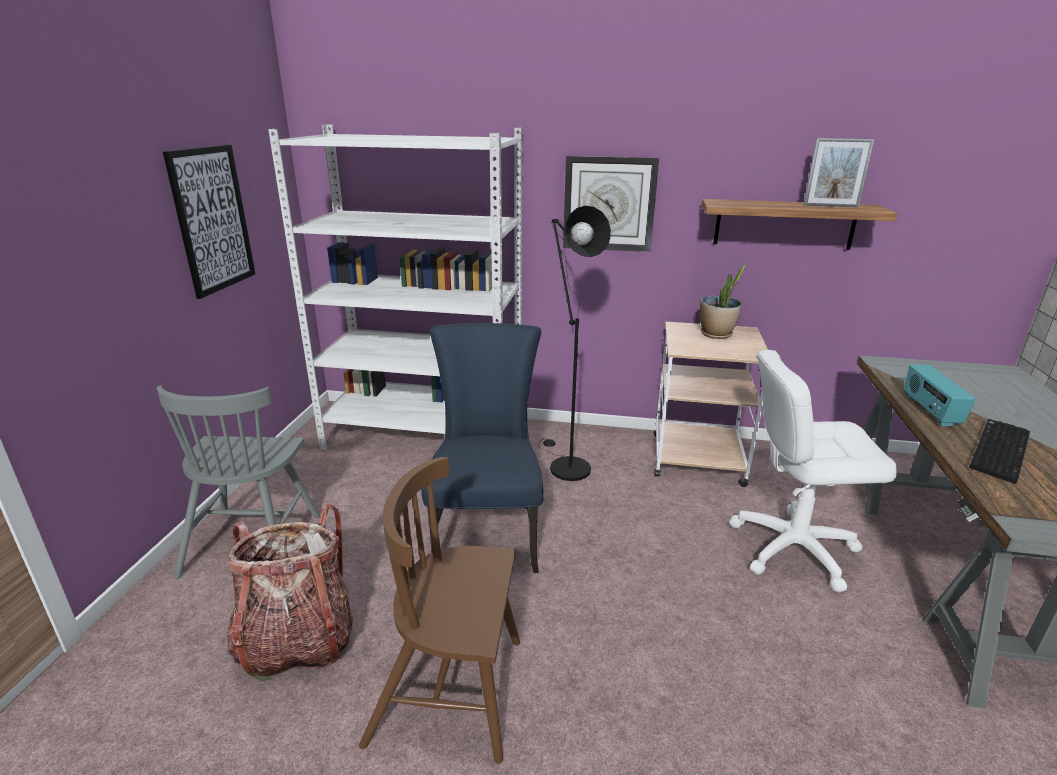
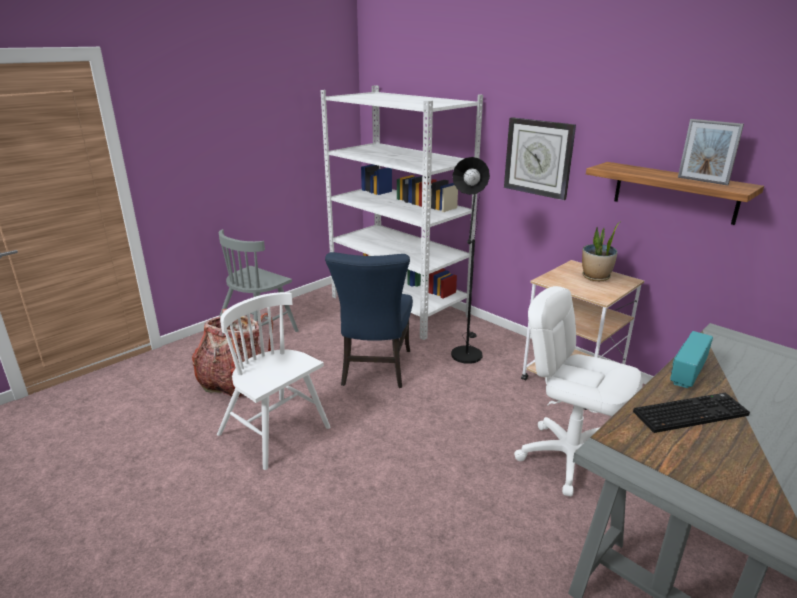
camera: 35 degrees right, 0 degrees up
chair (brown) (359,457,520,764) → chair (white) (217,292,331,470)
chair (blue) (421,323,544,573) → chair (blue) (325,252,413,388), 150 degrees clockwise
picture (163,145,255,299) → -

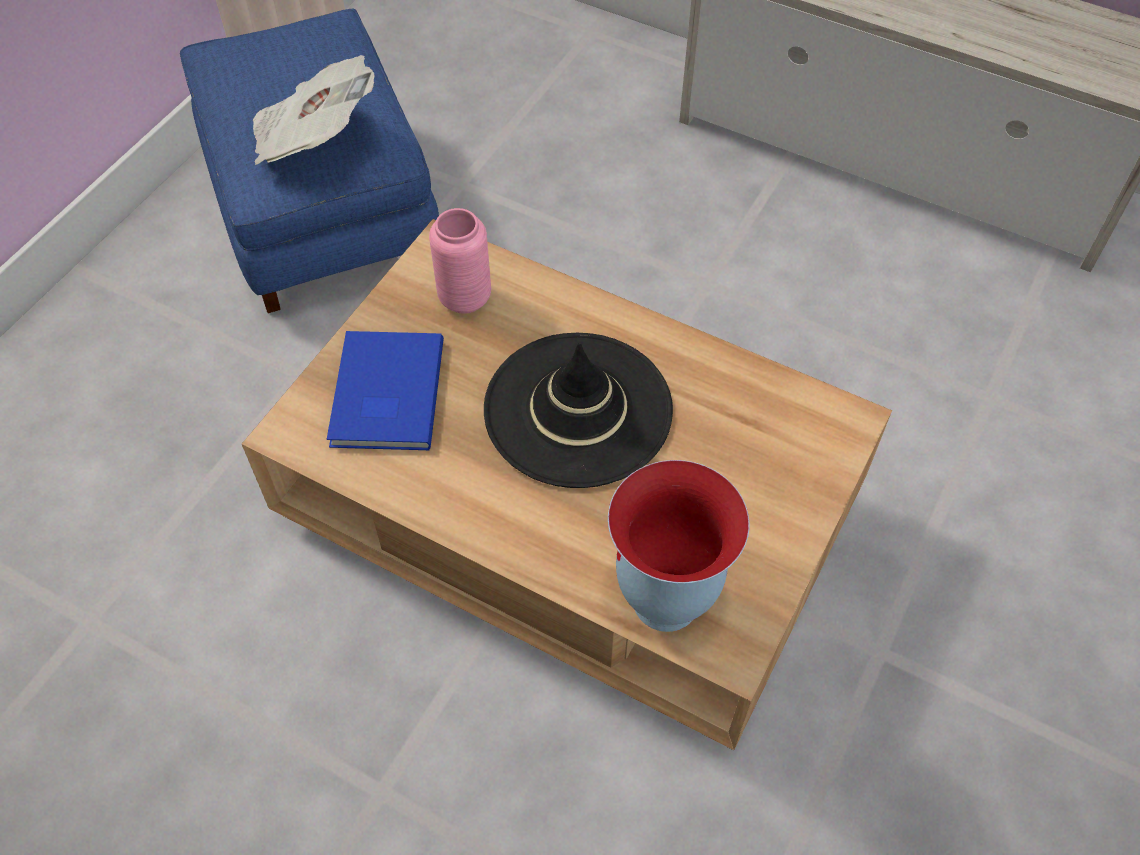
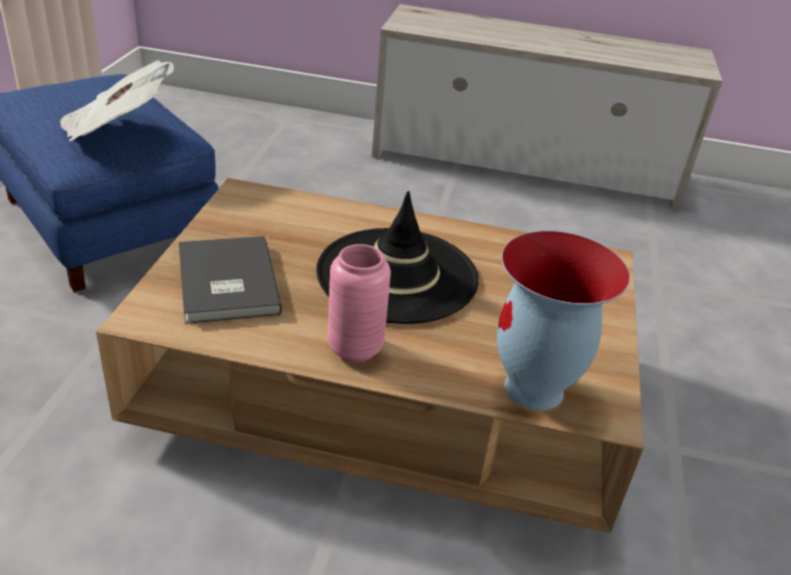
camera: 20 degrees left, 20 degrees down
book (blue) (327,331,444,450) → book (grey) (179,236,282,324)
vase (pink) (429,208,491,314) → vase (pink) (327,244,391,362), relocated

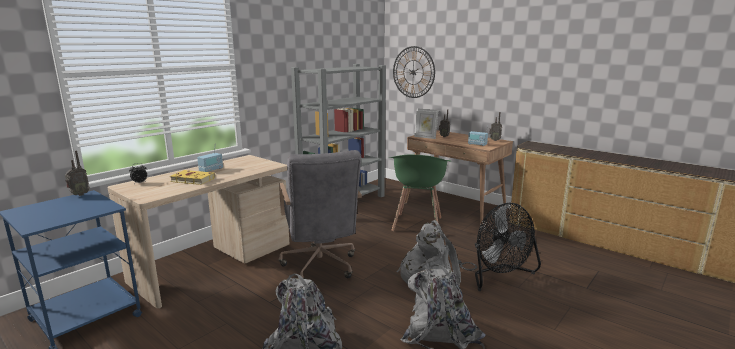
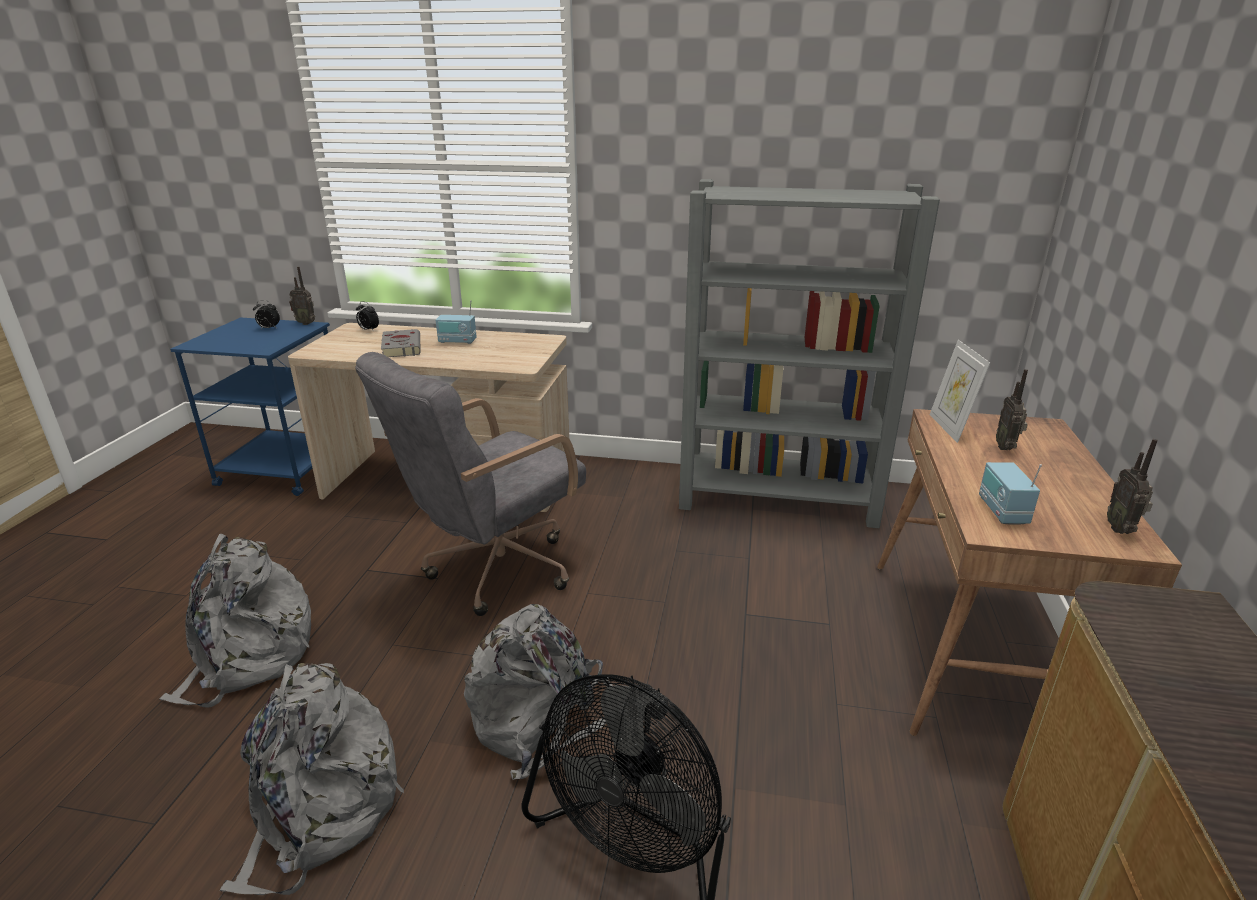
camera: 60 degrees right, 10 degrees up
- → alarm clock (253,300,280,329)
book (yellow) (170,170,215,185) → book (grey) (381,329,421,357)
chair (green) (390,155,452,231) → -
wall clock (393,46,435,98) → -

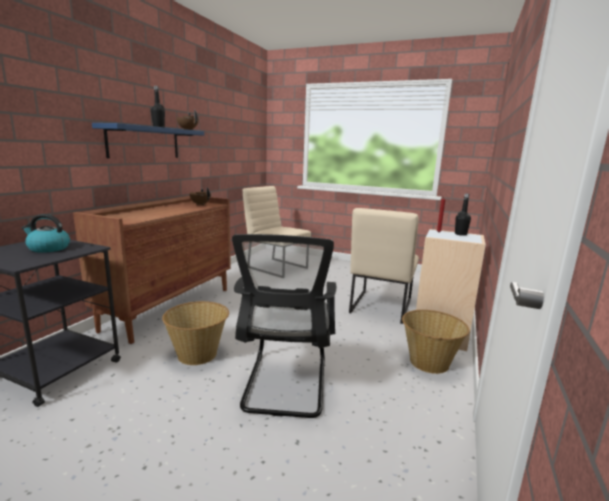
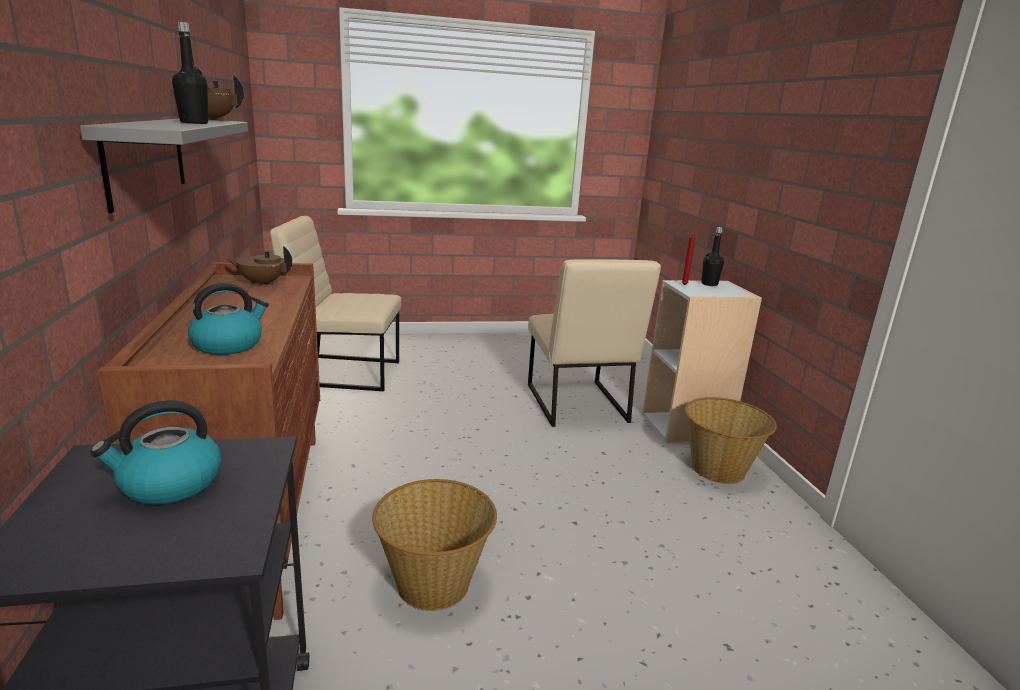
camera: 35 degrees left, 5 degrees up
shelf (blue) (92,123,204,158) → shelf (grey) (80,119,248,213)
- → kettle (188,283,269,355)
chair (232,234,336,418) → -

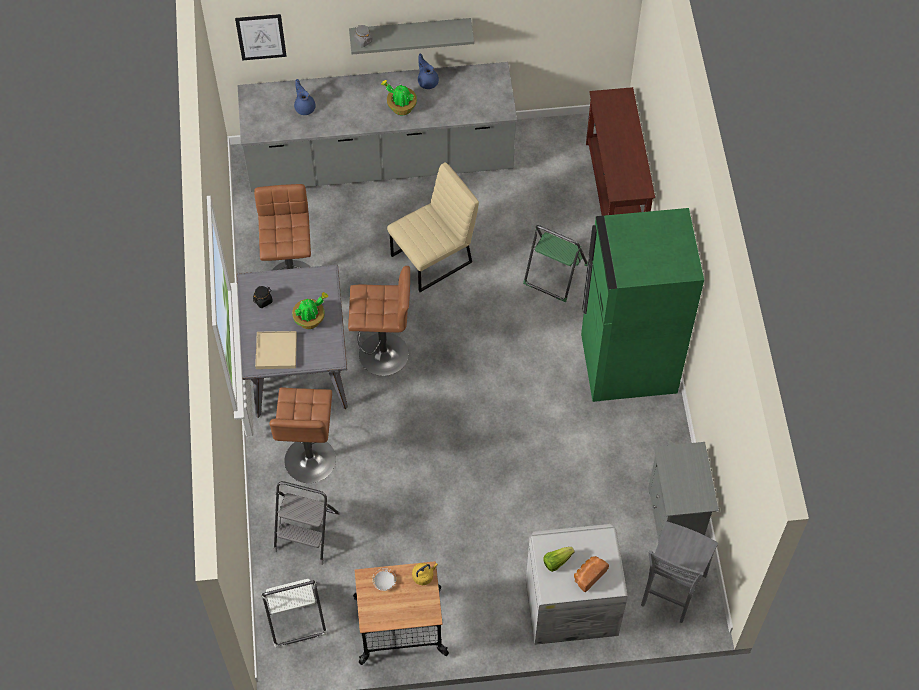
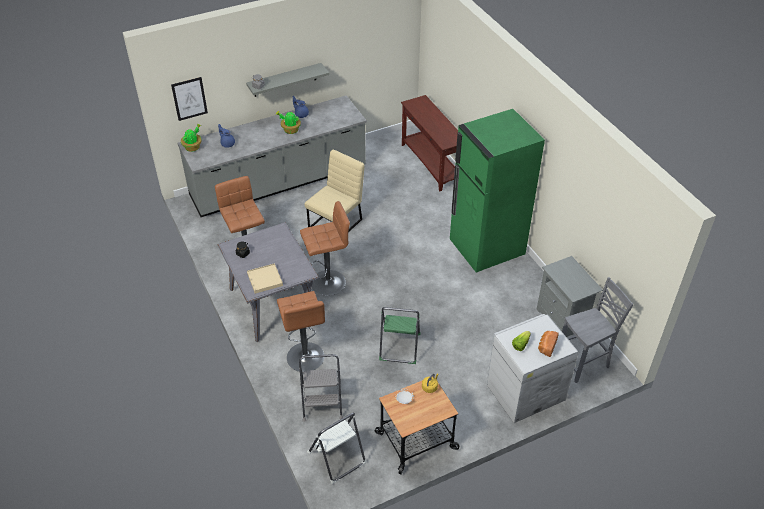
camera: 20 degrees left, 15 degrees down
potted plant (292,292,328,329) → potted plant (181,124,202,152), relocated
step ladder (green) (523,225,588,302) → step ladder (green) (379,307,421,364), relocated
chair (grey) (641,522,718,623) → chair (grey) (562,277,634,383), 120 degrees counterclockwise

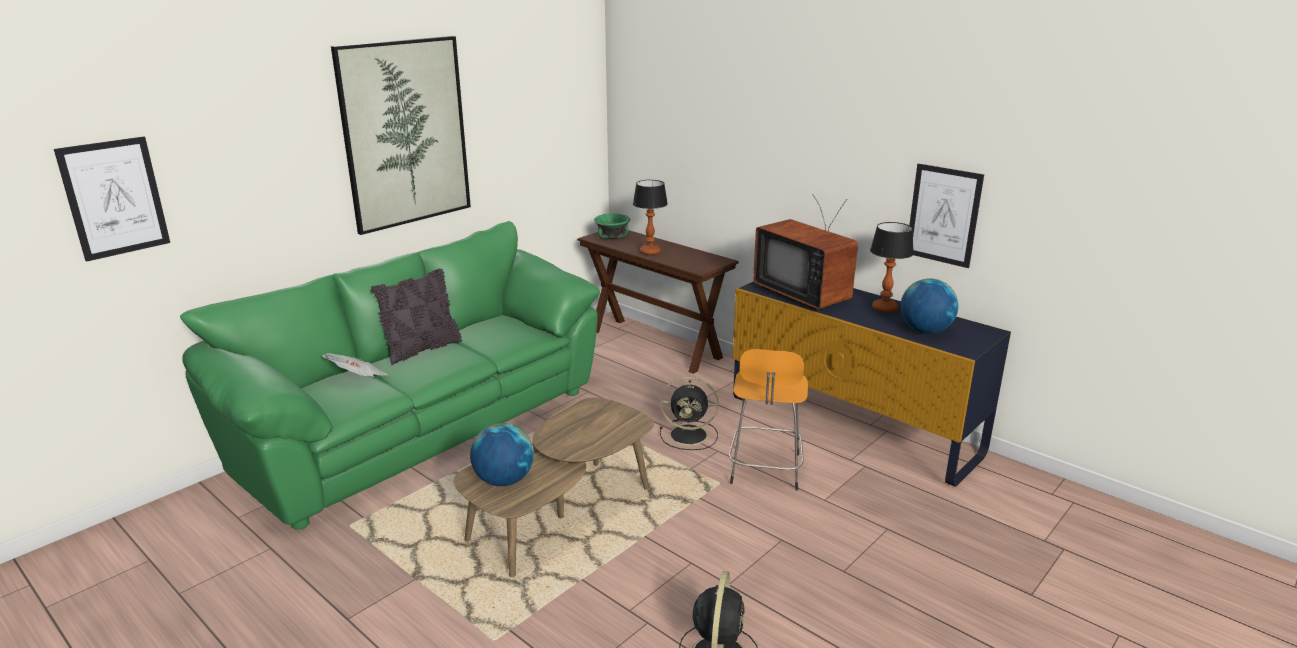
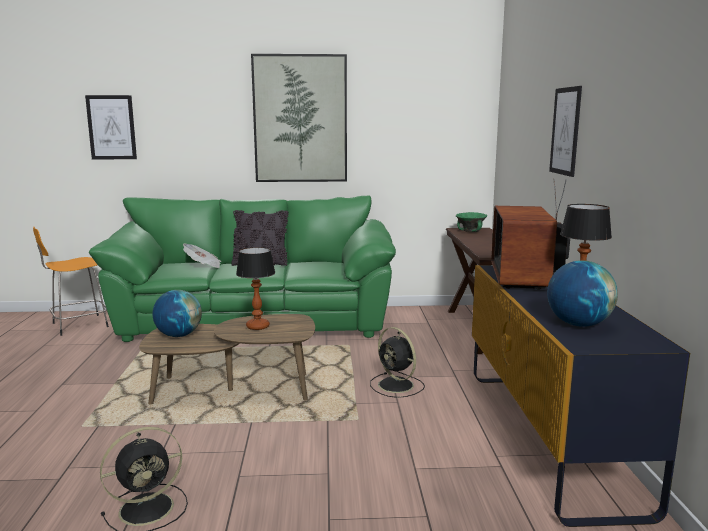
camera: 45 degrees right, 10 degrees down
stool (orange) (729,349,808,491) → stool (orange) (33,227,109,336), relocated
table lamp (633,180,668,255) → table lamp (236,247,275,330), relocated
picture (909,164,984,268) → picture (549,86,582,177), relocated

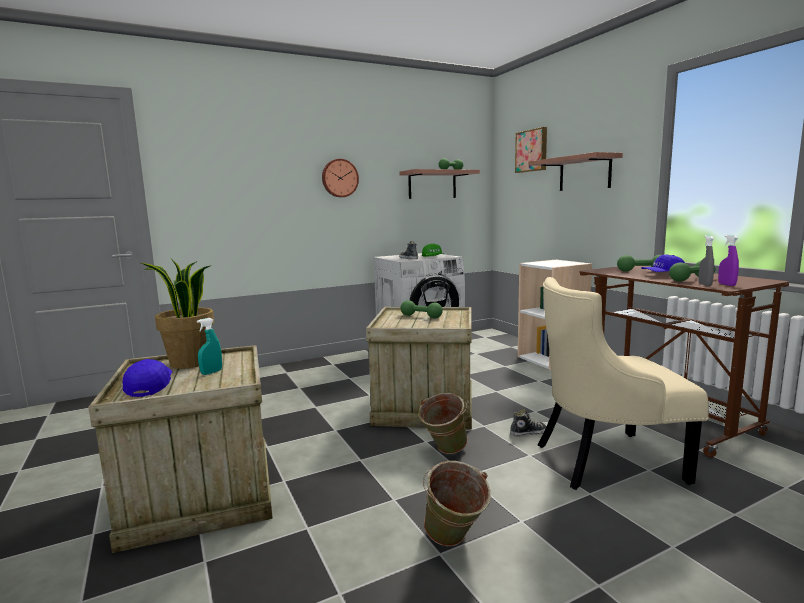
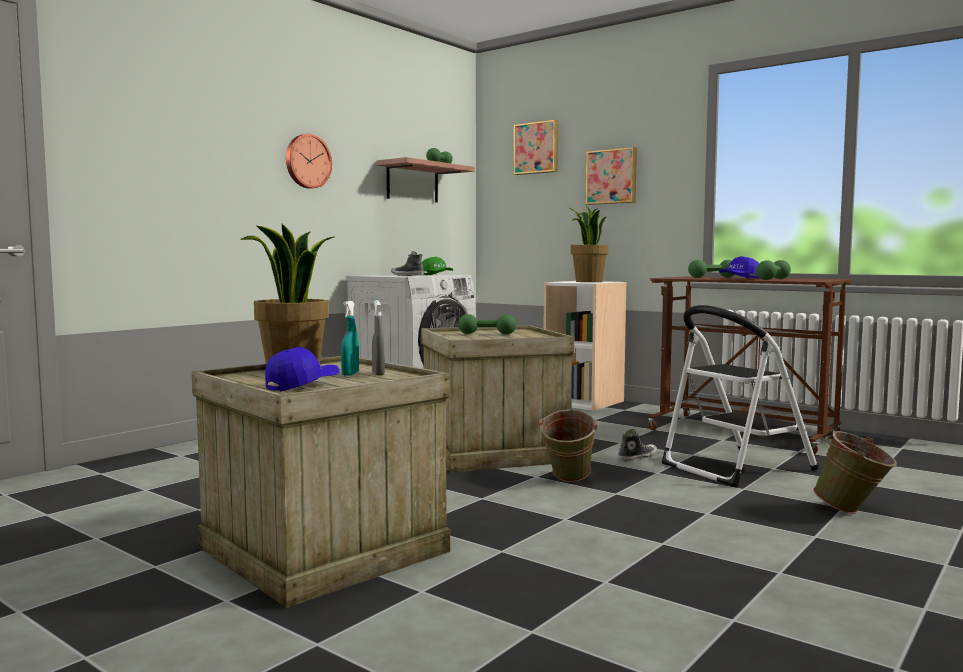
camera: 25 degrees left, 5 degrees down
cap (blue) (123,359,172,397) → cap (blue) (265,347,339,392), 75 degrees clockwise
spray bottle (grey) (698,235,714,286) → spray bottle (grey) (372,300,385,376), relocated
- → potted plant (568,205,609,282)
shelf (529,152,623,191) → picture (586,147,637,205)
chair (beige) (537,277,709,490) → step ladder (662,305,819,488)
bucket (green) (423,461,491,546) → bucket (green) (813,431,897,514), relocated
spray bottle (purple) (718,235,739,286) → -

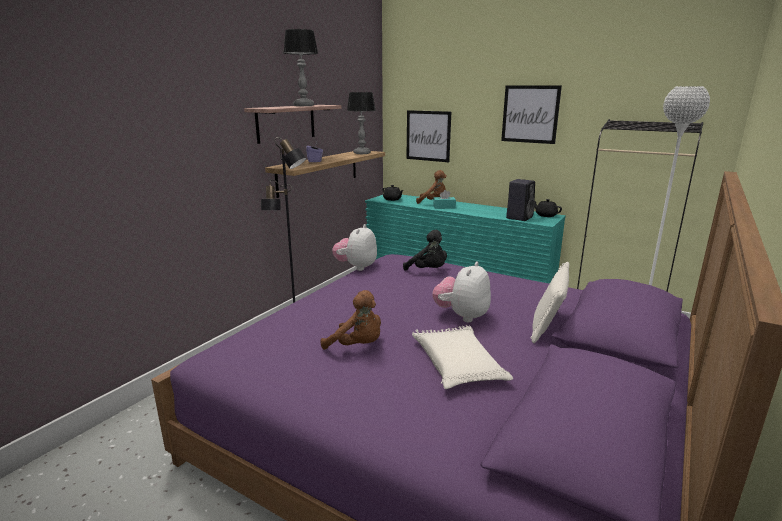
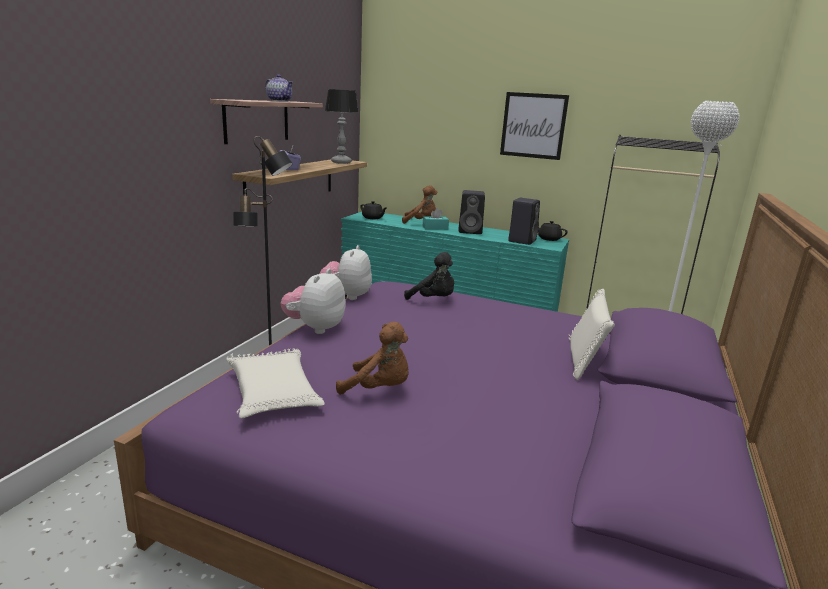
camera: 10 degrees left, 0 degrees up
pillow (white) (412,326,513,389) → pillow (white) (226,348,325,418), relocated
table lamp (284,29,318,106) → teapot (265,74,293,102)
plush toy (432,262,491,322) → plush toy (281,269,346,334), relocated
- → speaker (black) (458,190,485,234)
picture (406,110,451,162) → -

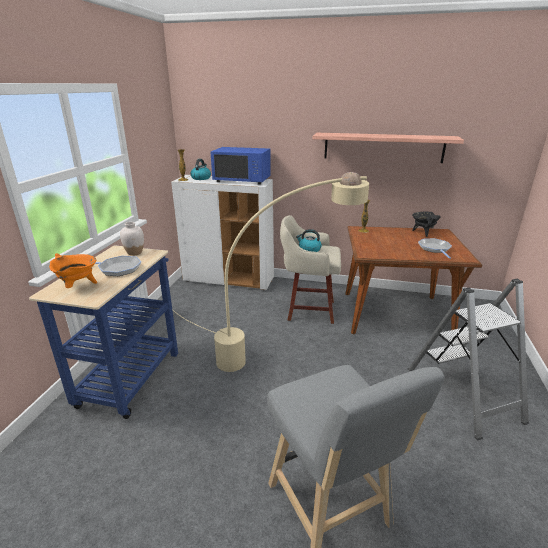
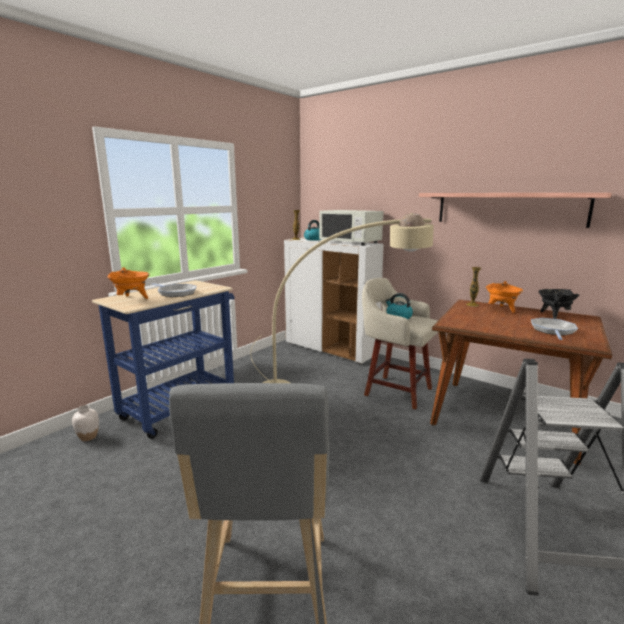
camera: 25 degrees right, 10 degrees down
vase (white) (120,222,144,256) → vase (white) (72,405,99,441), relocated
microwave (blue) (211,147,270,185) → microwave (white) (319,210,383,246)
- → cooking pot (orange) (486,281,523,313)

